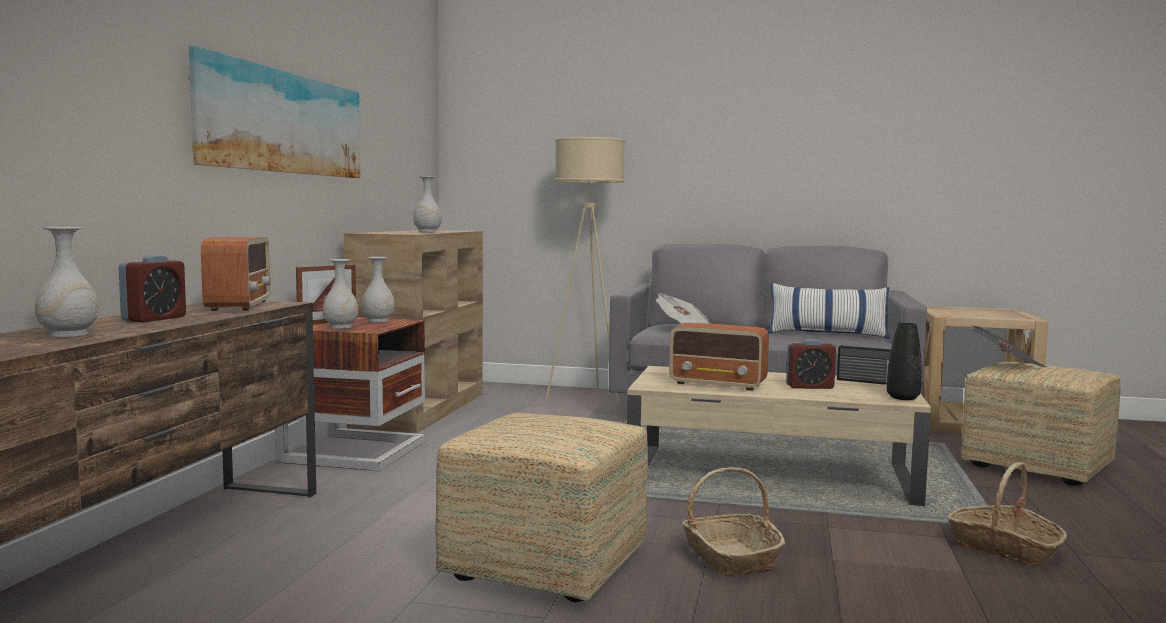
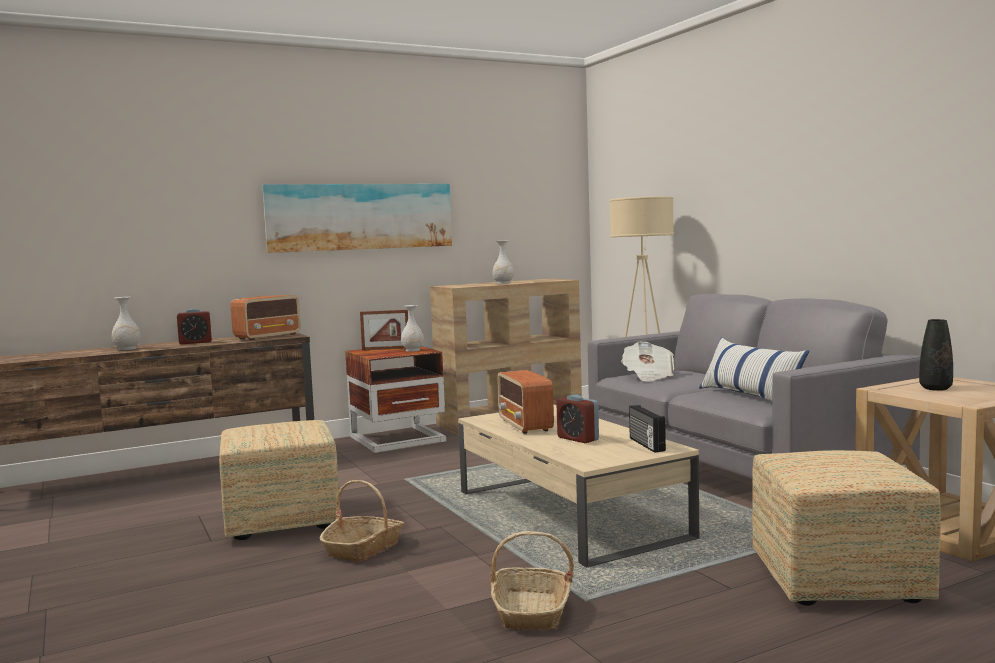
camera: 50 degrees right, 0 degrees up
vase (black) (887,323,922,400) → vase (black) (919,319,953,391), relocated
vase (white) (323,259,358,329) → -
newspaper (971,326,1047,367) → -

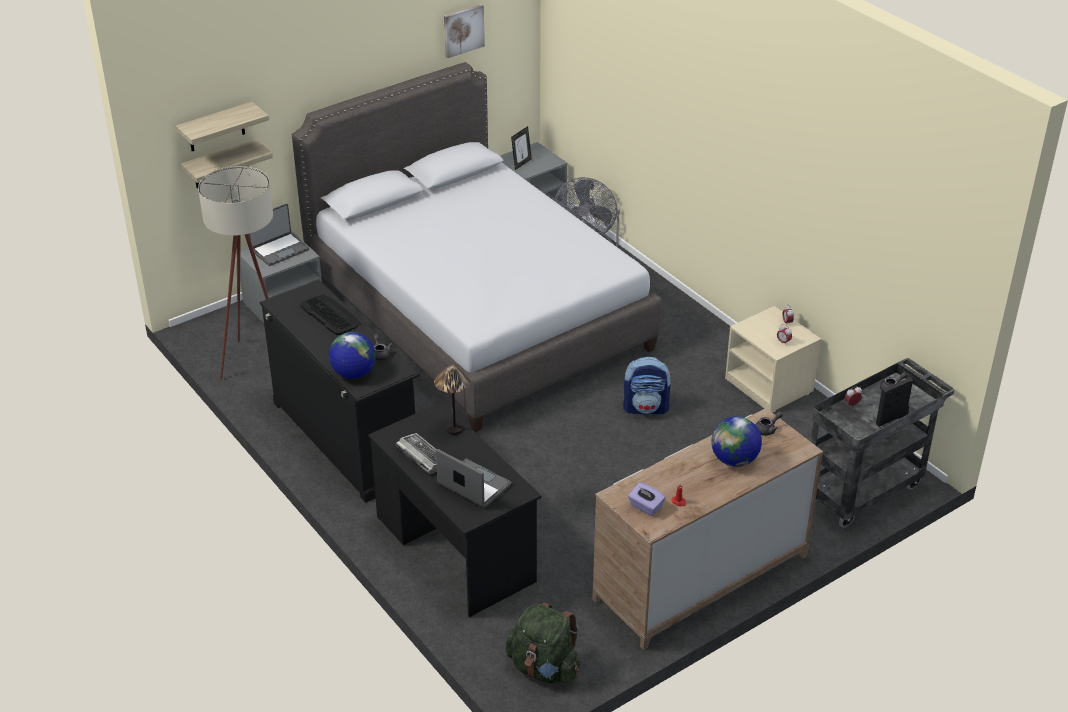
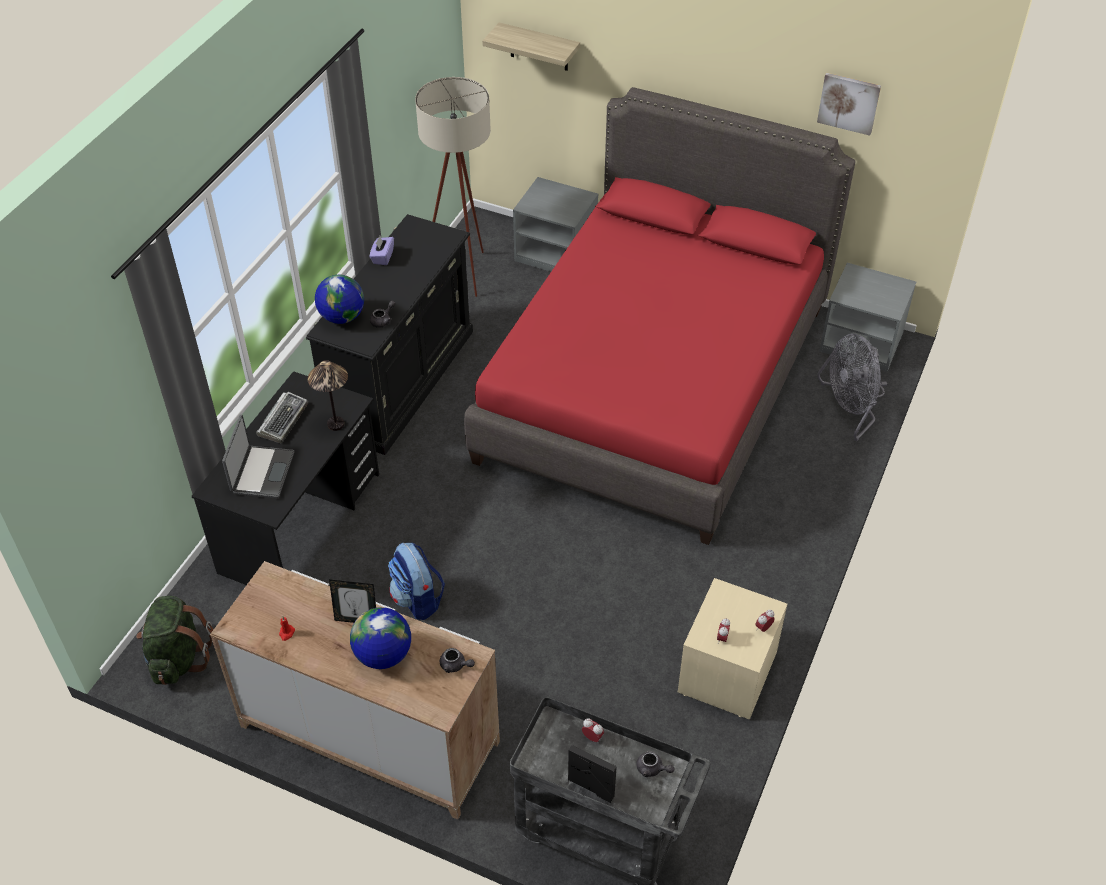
camera: 60 degrees right, 10 degrees up
picture frame (511,126,532,170) → picture frame (329,580,376,623), relocated
tissue box (purple) (628,482,666,516) → tissue box (purple) (369,236,394,265), relocated
backpack (623,356,672,415) → backpack (388,542,445,620), relocated
bed (grey) (292,62,662,432) → bed (red) (464,87,856,545)
shelf (181,139,273,188) → -
laptop (249,204,309,266) → -
keyboard (300,295,361,335) → -

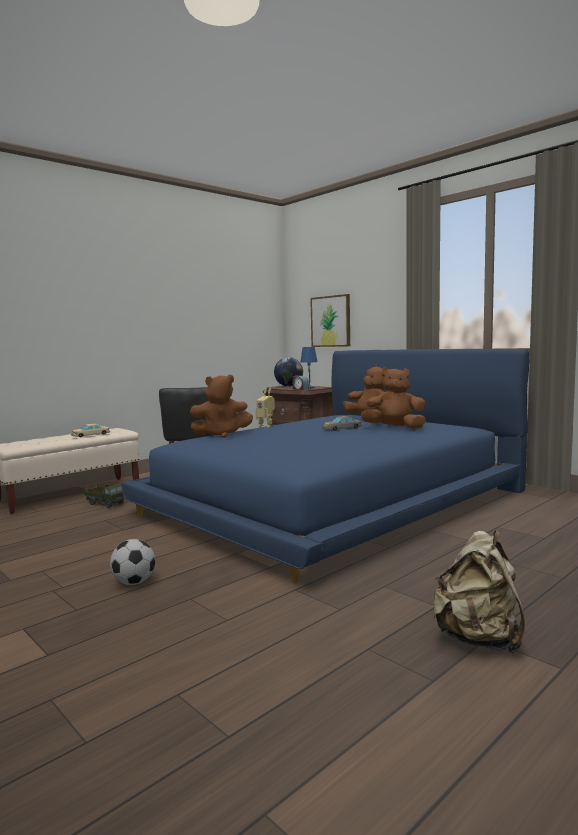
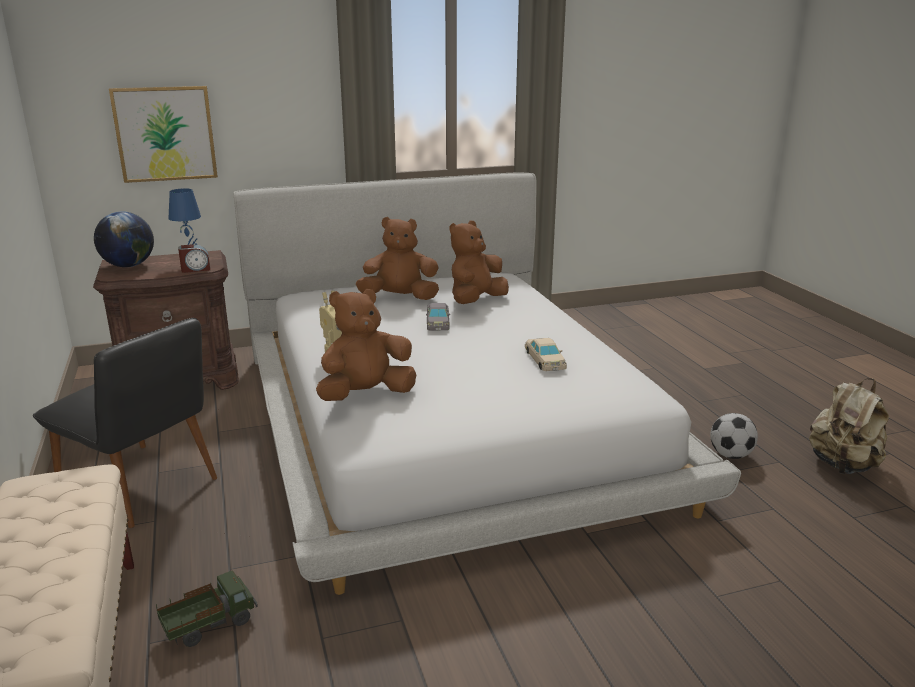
camera: 65 degrees left, 15 degrees up
bed (blue) (121,349,529,583) → bed (white) (233,172,741,595)
plush toy (brown) (190,375,253,438) → plush toy (brown) (316,289,416,401), 135 degrees counterclockwise
toy car (beige) (71,424,110,437) → toy car (beige) (525,338,567,371), relocated
football (110,539,155,585) → football (710,413,758,459), relocated

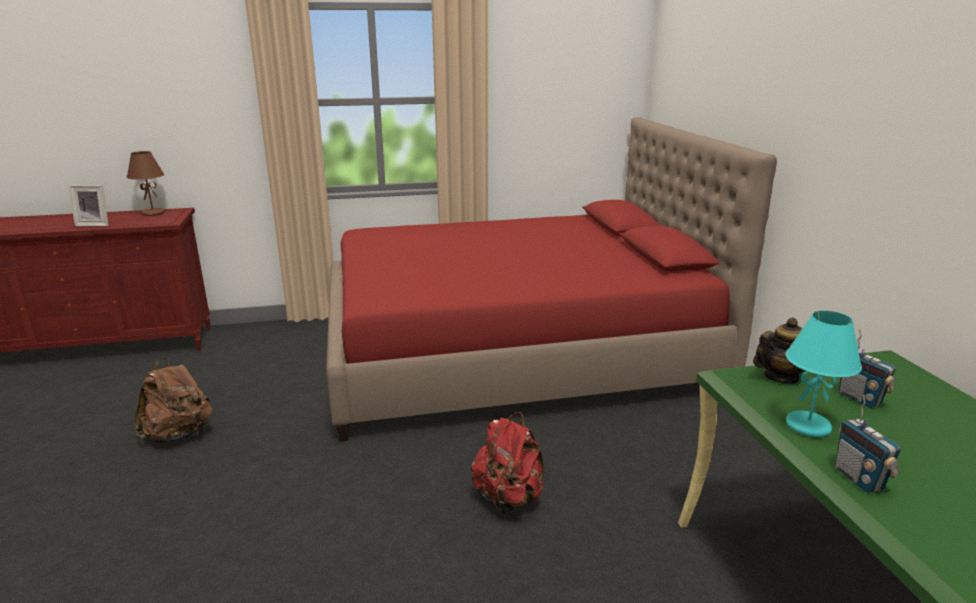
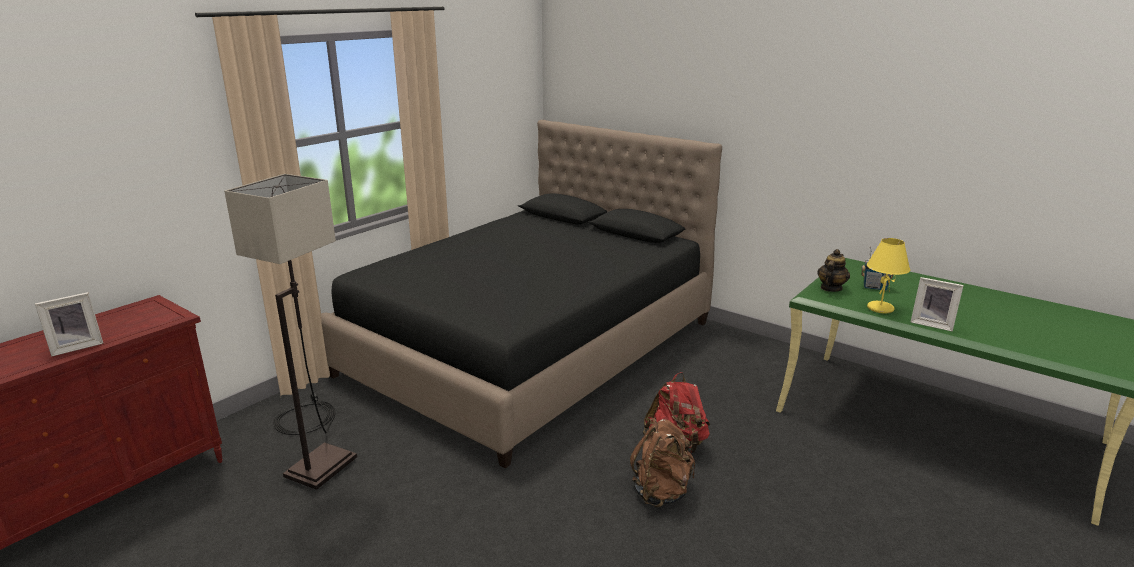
camera: 40 degrees left, 0 degrees up
- → floor lamp (224,174,357,490)
bed (red) (326,117,777,442) → bed (black) (321,120,722,468)
backpack (brown) (134,357,212,444) → backpack (brown) (630,417,695,507), relocated
table lamp (turquoise) (786,310,862,437) → table lamp (yellow) (867,238,910,314)
radio (835,395,901,493) → picture frame (911,277,964,332)
table lamp (brown) (126,151,165,216) → -

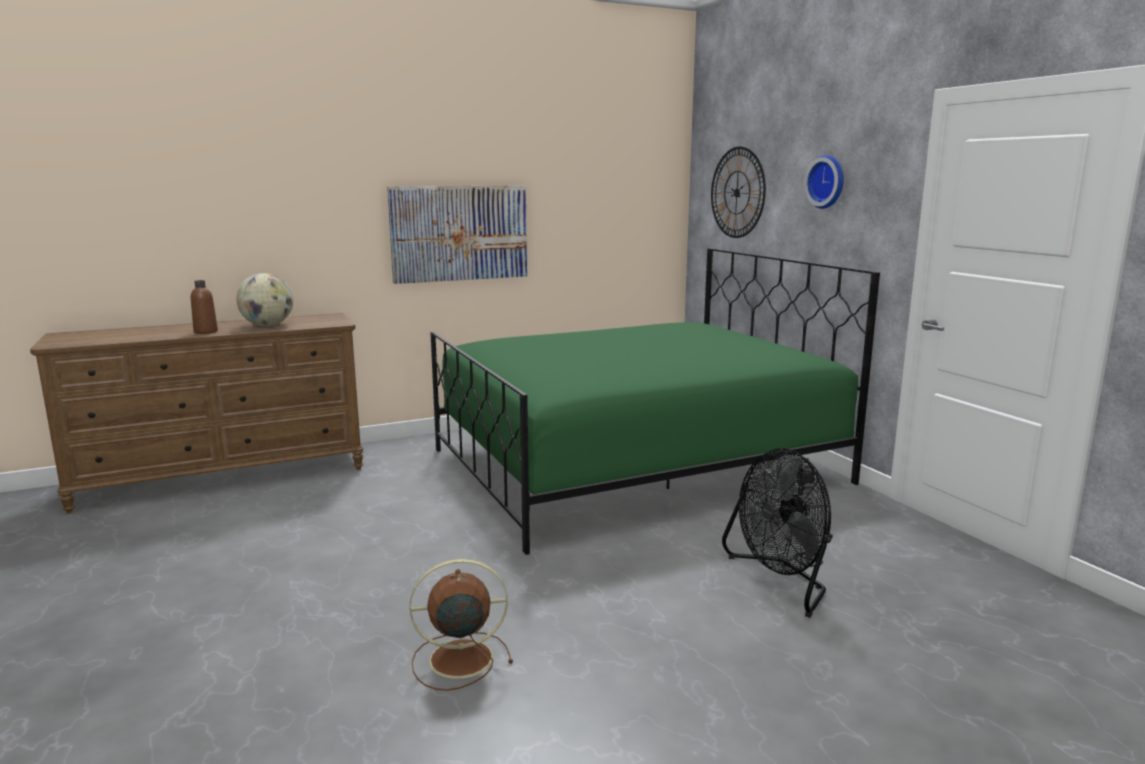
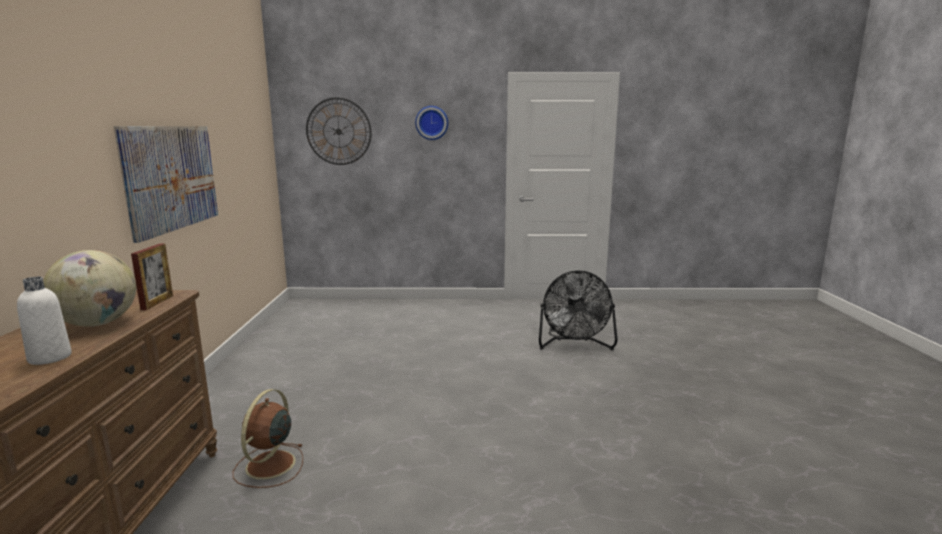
camera: 65 degrees left, 0 degrees up
bottle (brown) (191,280,218,334) → bottle (white) (17,277,72,365)
- → picture frame (131,244,173,310)
fan (brown) (410,559,513,691) → fan (brown) (233,389,303,488), relocated
bed (green) (430,248,880,555) → -

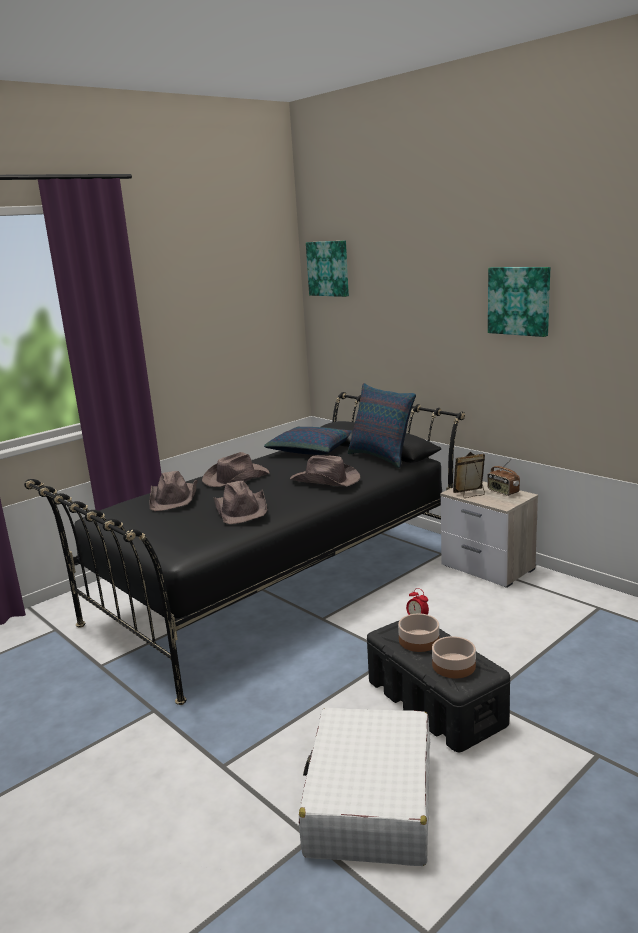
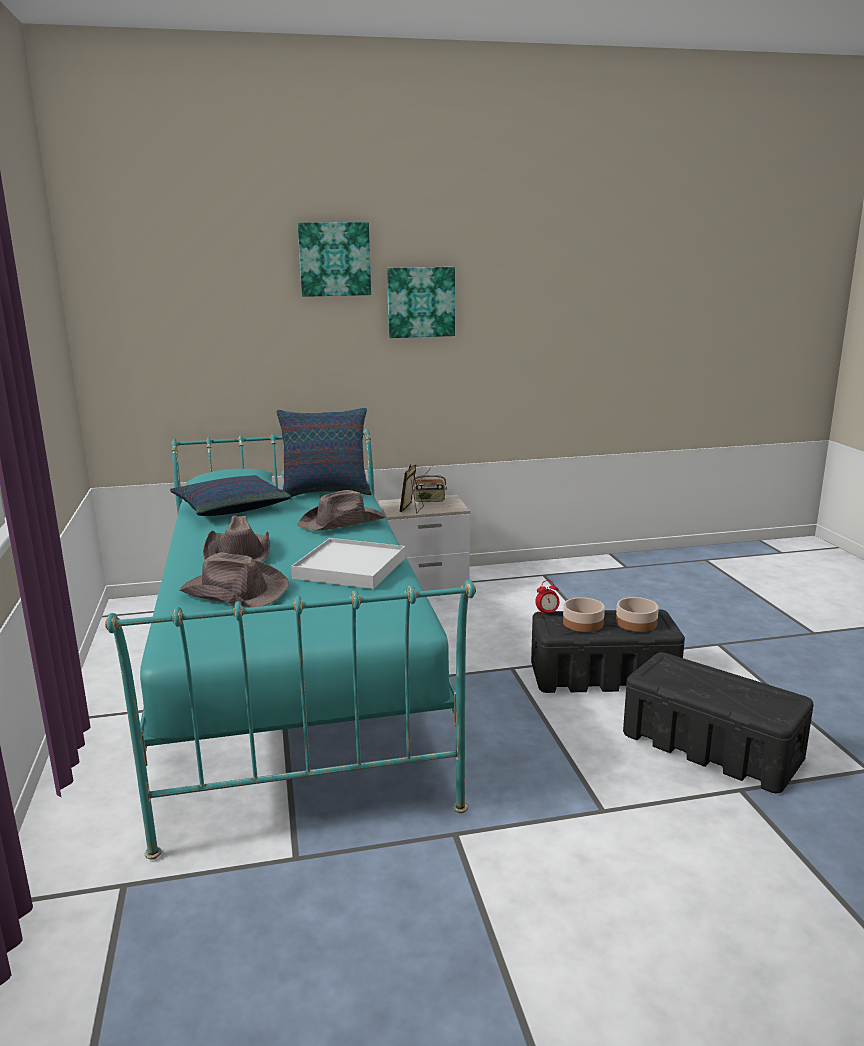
camera: 60 degrees left, 0 degrees up
bed (black) (24,392,465,705) → bed (turquoise) (105,428,476,860)
hat (brown) (213,481,267,524) → tray (white) (291,538,406,589)
picture (306,241,349,297) → picture (298,222,371,297), relocated
suitcase (white) (299,708,430,866) → storage box (black) (623,652,814,793)

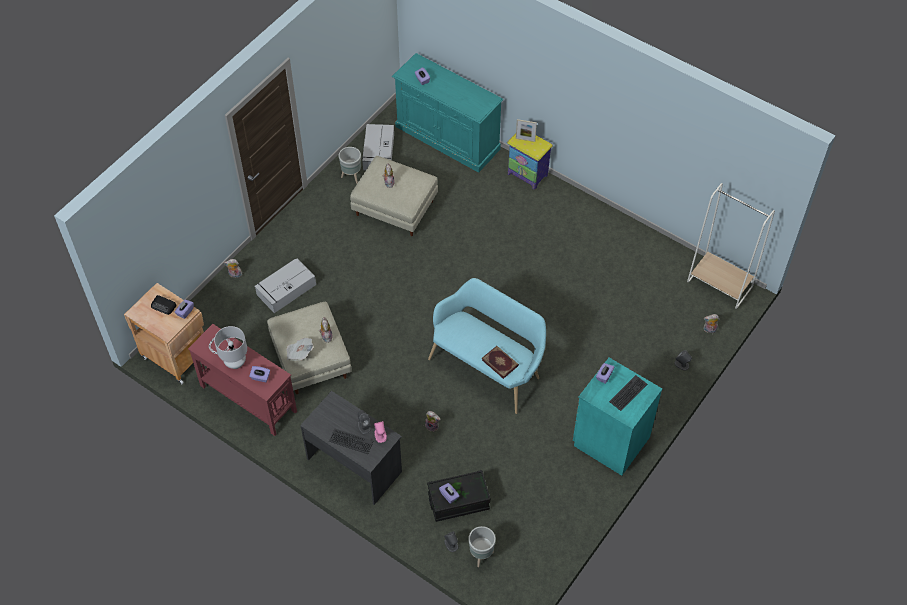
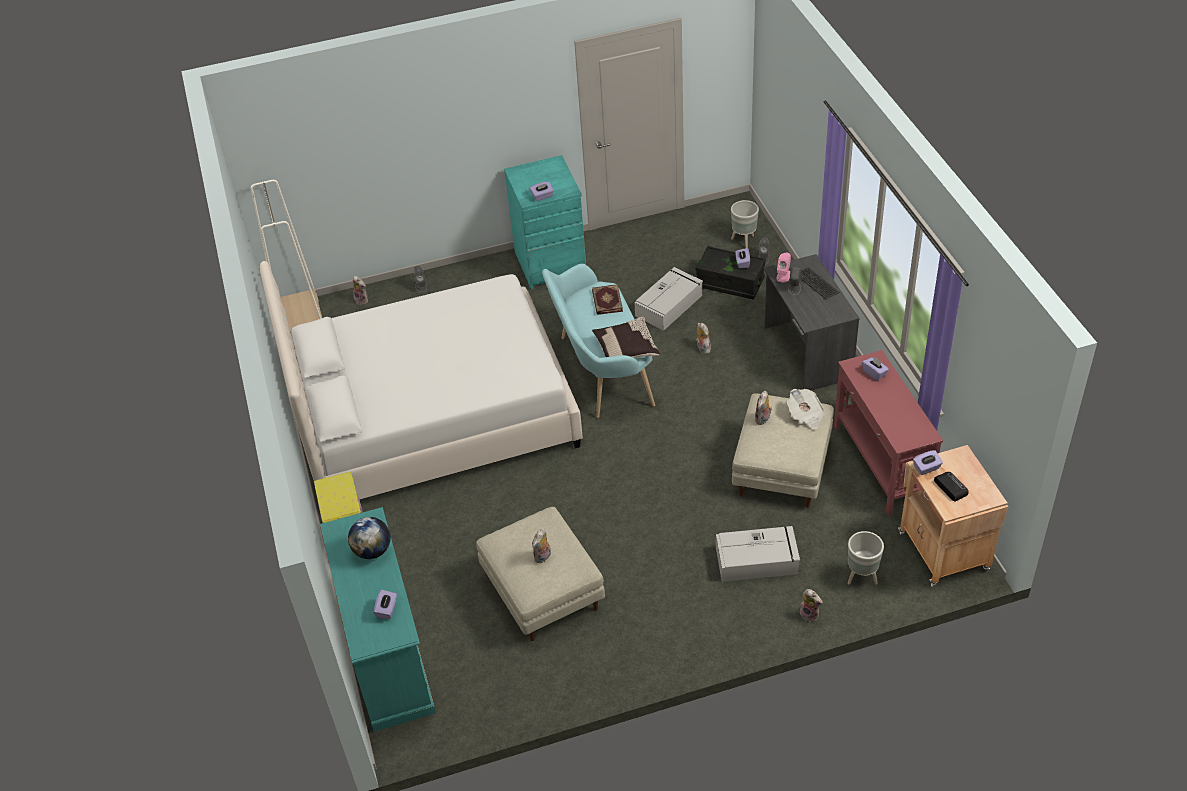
camera: 140 degrees left, 10 degrees down
- → bed (white) (260,261,583,500)
- → globe (348,517,391,559)
- → pillow (592,317,660,358)
storage box (grey) (362,124,394,170) → storage box (grey) (635,267,703,331), relocated
planter (grey) (338,147,361,184) → planter (grey) (848,531,884,585), relocated
table lamp (white) (209,326,247,369) → -
picture frame (516,119,537,142) → -
keyboard (609,375,647,411) → -

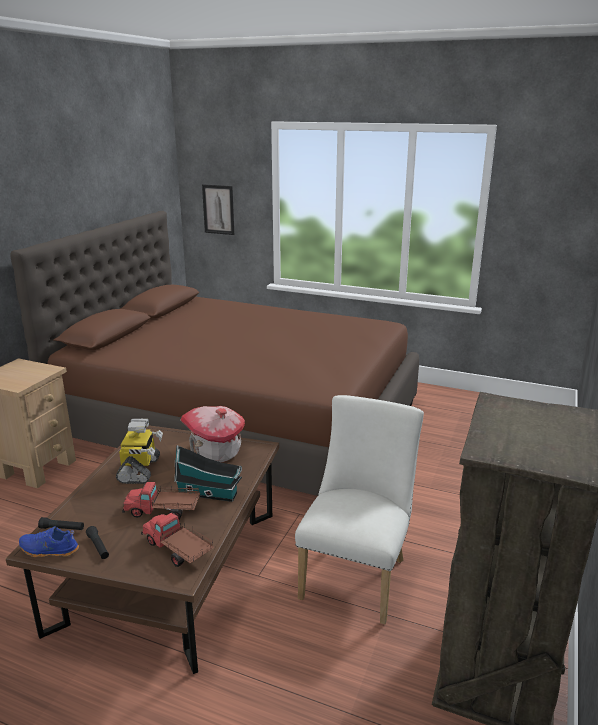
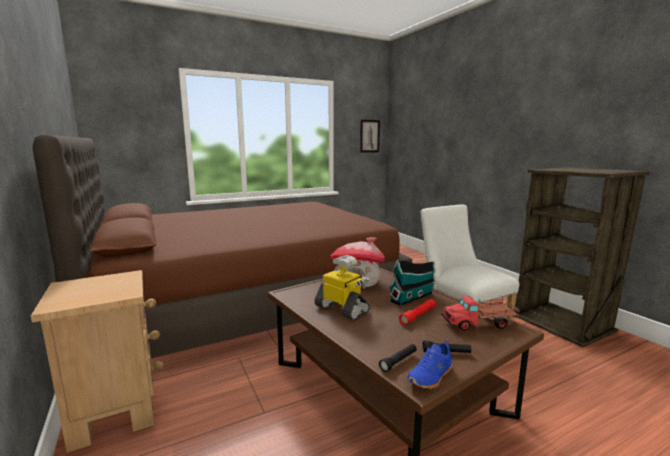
camera: 50 degrees left, 10 degrees down
picture (202,184,234,235) → picture (360,120,380,153), relocated
toy truck (122,482,200,519) → flashlight (red) (399,299,436,325)

